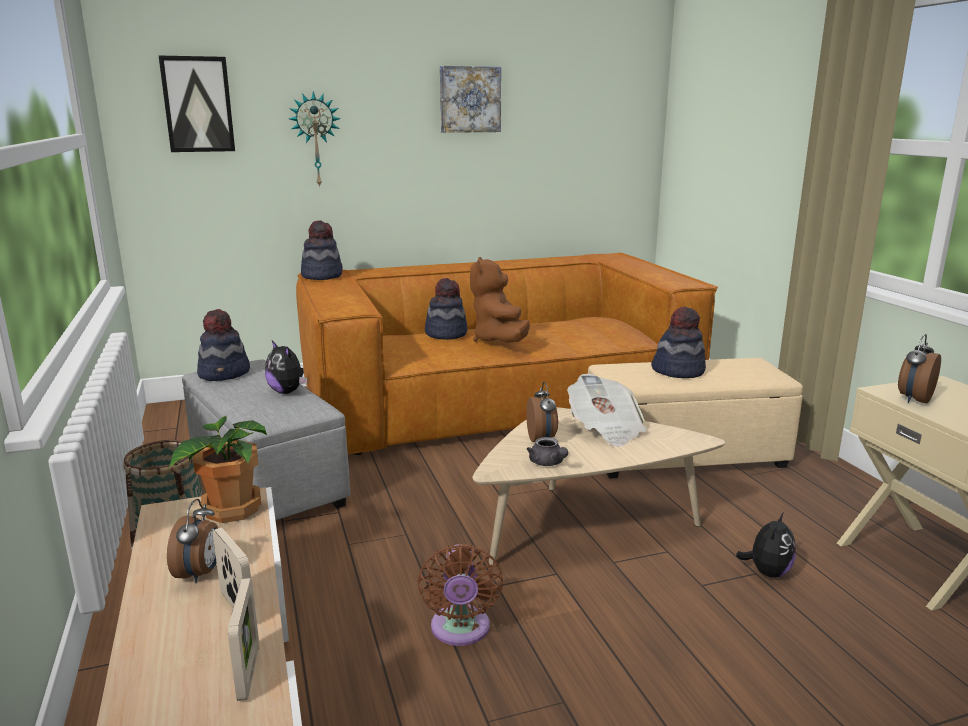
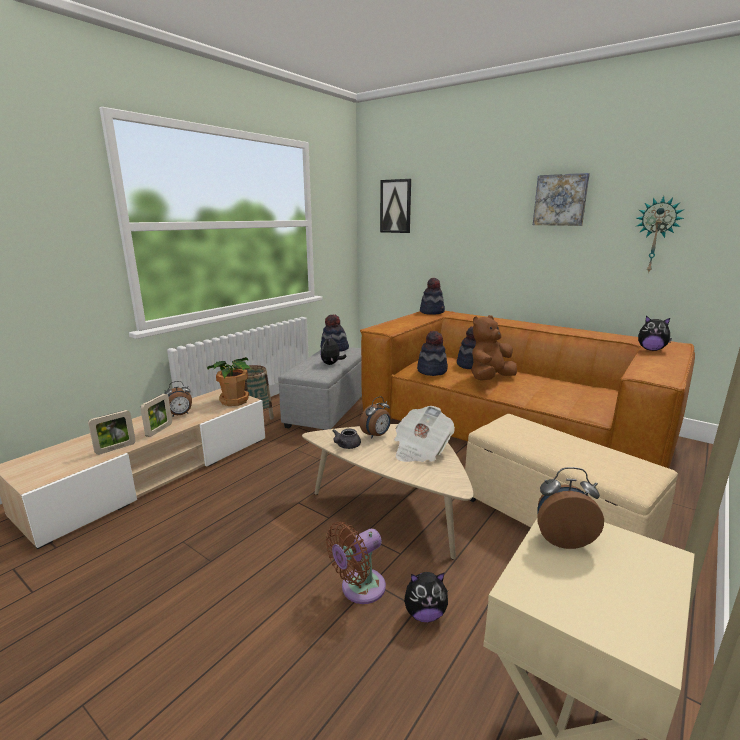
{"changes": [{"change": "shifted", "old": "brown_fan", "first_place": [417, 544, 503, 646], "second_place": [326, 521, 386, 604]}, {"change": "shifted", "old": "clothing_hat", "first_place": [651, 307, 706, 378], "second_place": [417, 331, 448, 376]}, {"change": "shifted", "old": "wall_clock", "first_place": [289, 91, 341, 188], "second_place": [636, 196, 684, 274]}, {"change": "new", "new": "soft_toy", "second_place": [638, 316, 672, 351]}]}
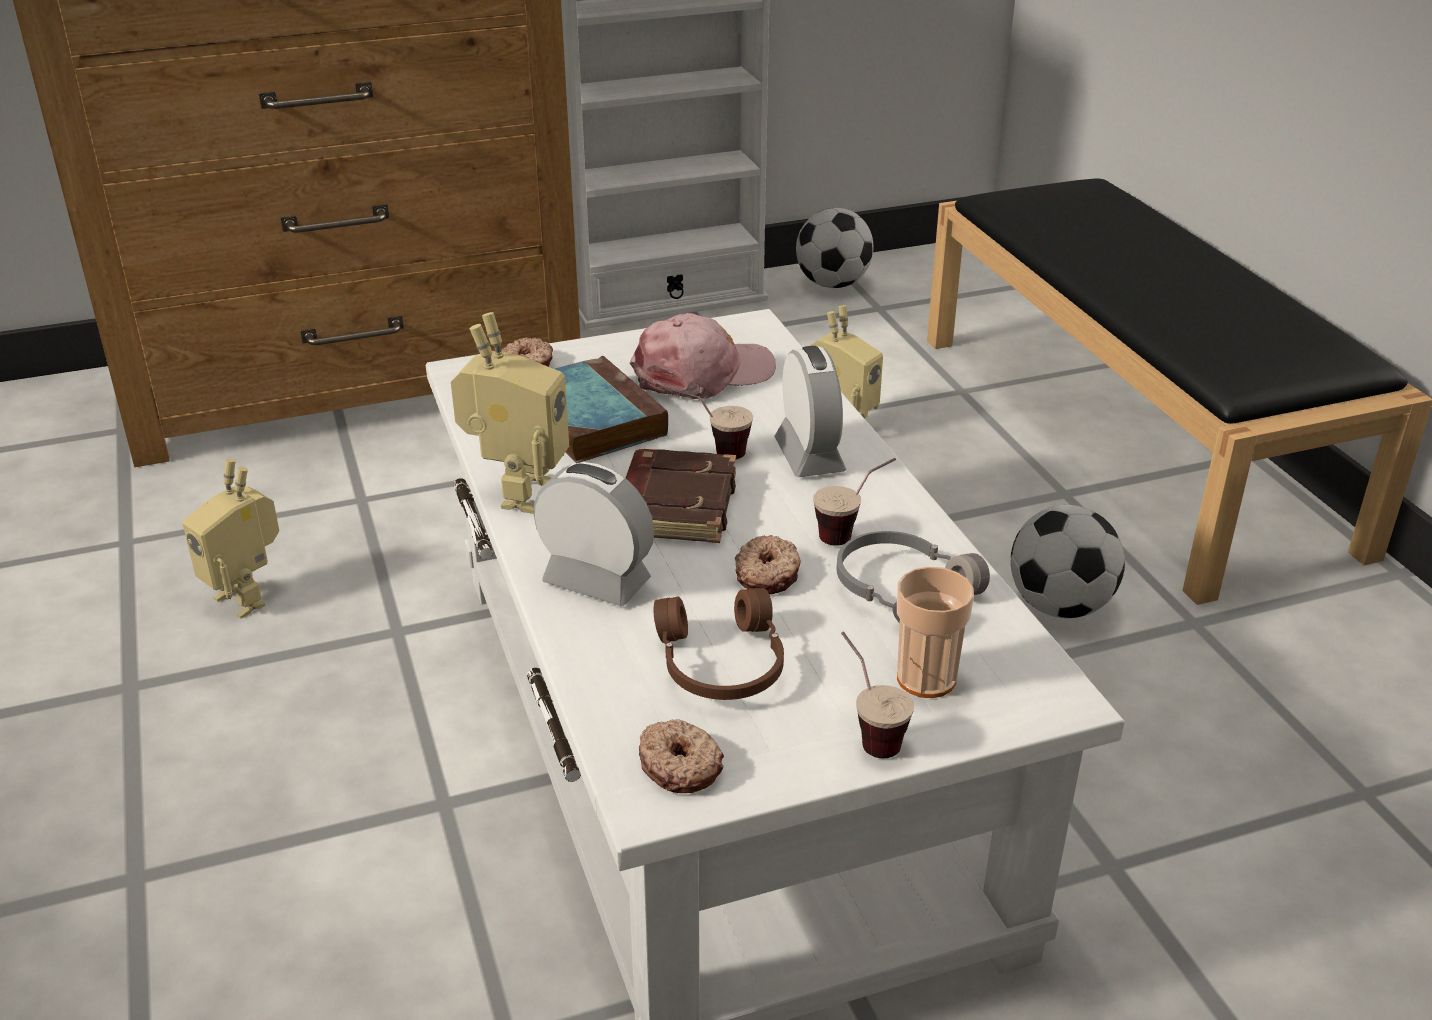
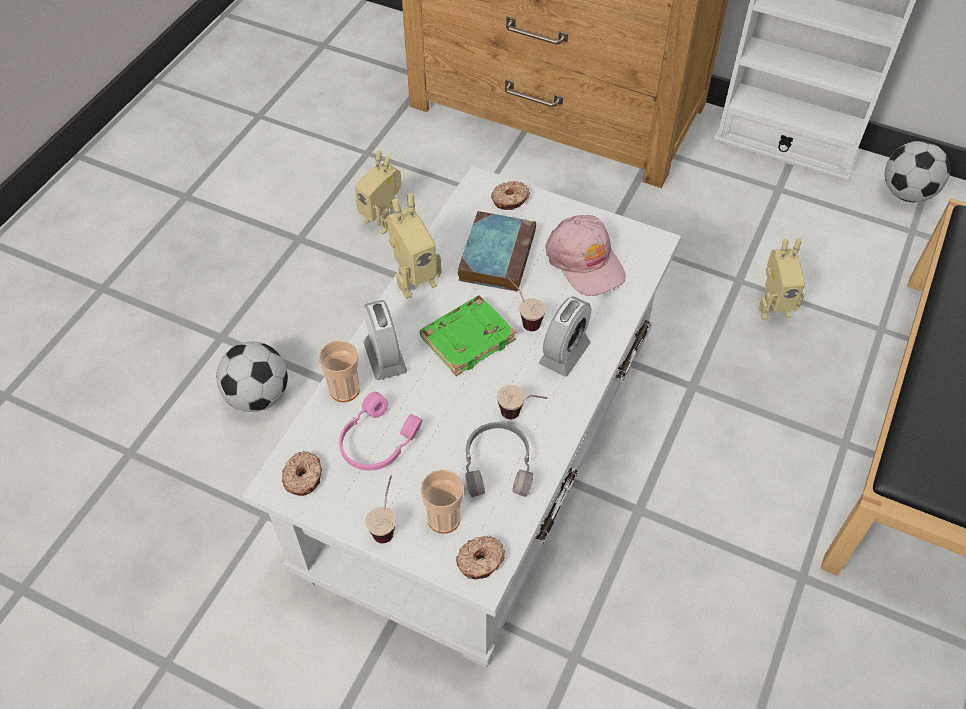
{"changes": [{"change": "shifted", "old": "football_ball", "first_place": [1011, 505, 1125, 618], "second_place": [216, 341, 288, 412]}, {"change": "new", "new": "cup", "second_place": [319, 340, 360, 402]}, {"change": "repainted", "old": "brown_headphones", "new": "pinkish_headphones", "first_place": [654, 588, 784, 700], "second_place": [339, 392, 423, 471]}, {"change": "rotated", "old": "robot_figure", "first_place": [183, 459, 279, 618], "second_place": [355, 150, 402, 234], "degrees": -45}, {"change": "repainted", "old": "brown_bound_book", "new": "green_bound_book", "first_place": [626, 449, 736, 543], "second_place": [420, 295, 516, 376]}, {"change": "shifted", "old": "donut", "first_place": [735, 535, 801, 595], "second_place": [456, 536, 505, 579]}, {"change": "rotated", "old": "pinkish_baseball_cap", "first_place": [630, 313, 776, 399], "second_place": [545, 215, 626, 296], "degrees": 45}]}
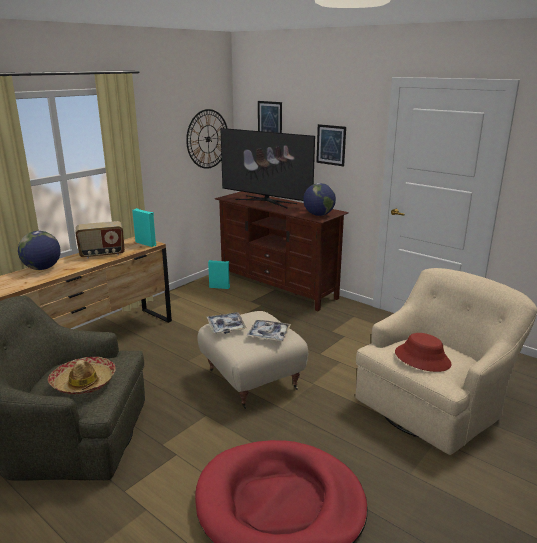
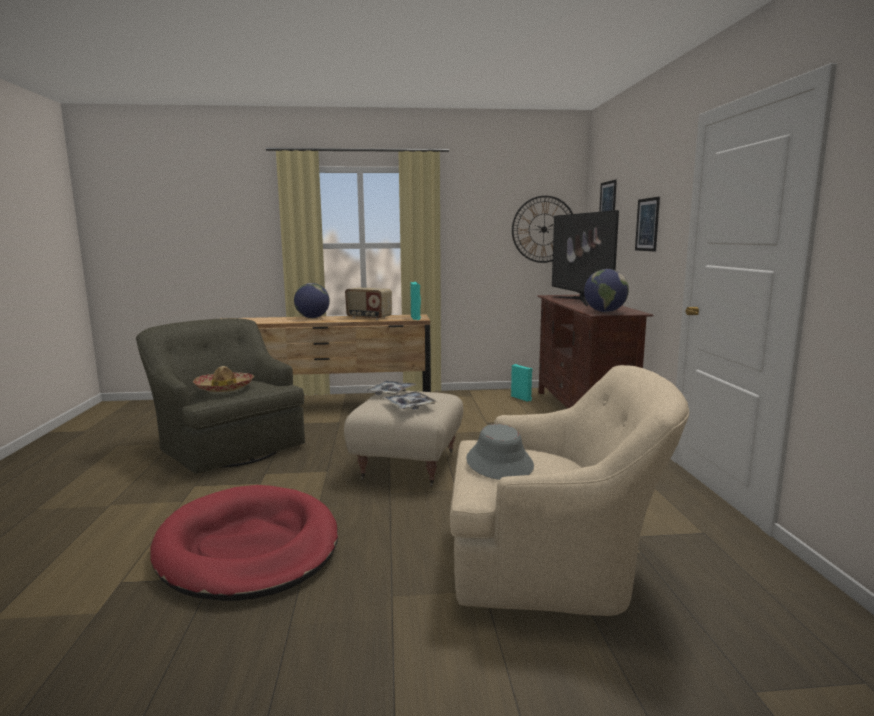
{"changes": [{"change": "repainted", "old": "reddish_clothing_hat", "new": "gray_clothing_hat", "first_place": [395, 333, 452, 372], "second_place": [466, 424, 534, 480]}]}
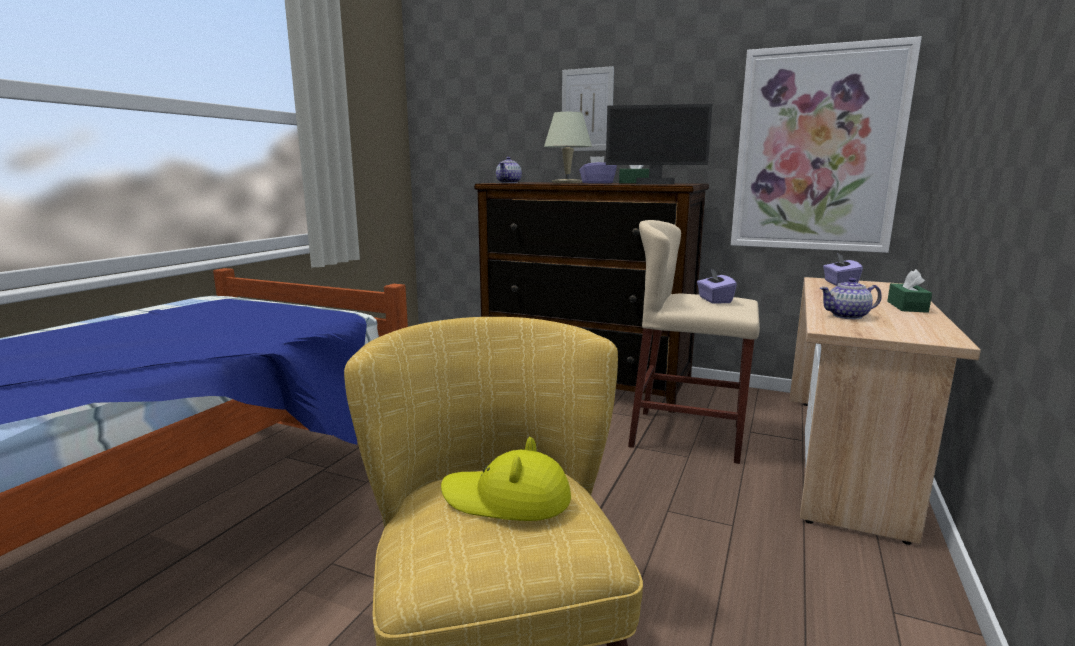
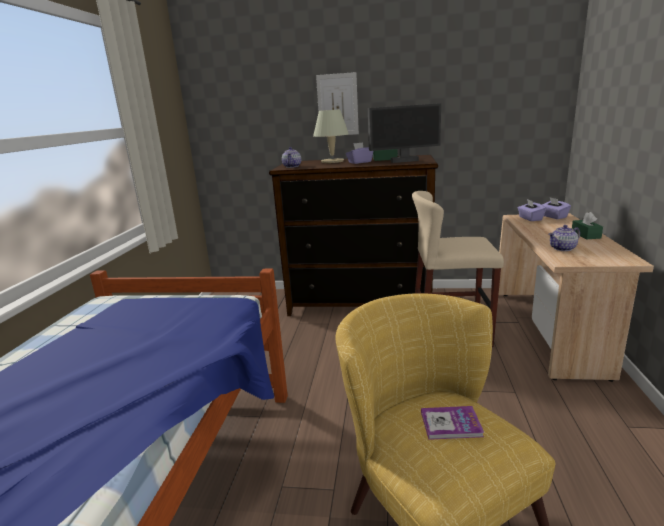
{"changes": [{"change": "swapped", "old": "yellow-coloured_clothing_hat", "new": "bound_book", "first_place": [441, 437, 571, 521], "second_place": [421, 406, 484, 440]}, {"change": "shifted", "old": "purplish_box_of_tissues", "first_place": [697, 268, 737, 304], "second_place": [542, 197, 571, 219]}, {"change": "gone", "old": "wall_art", "first_place": [731, 36, 922, 253]}]}
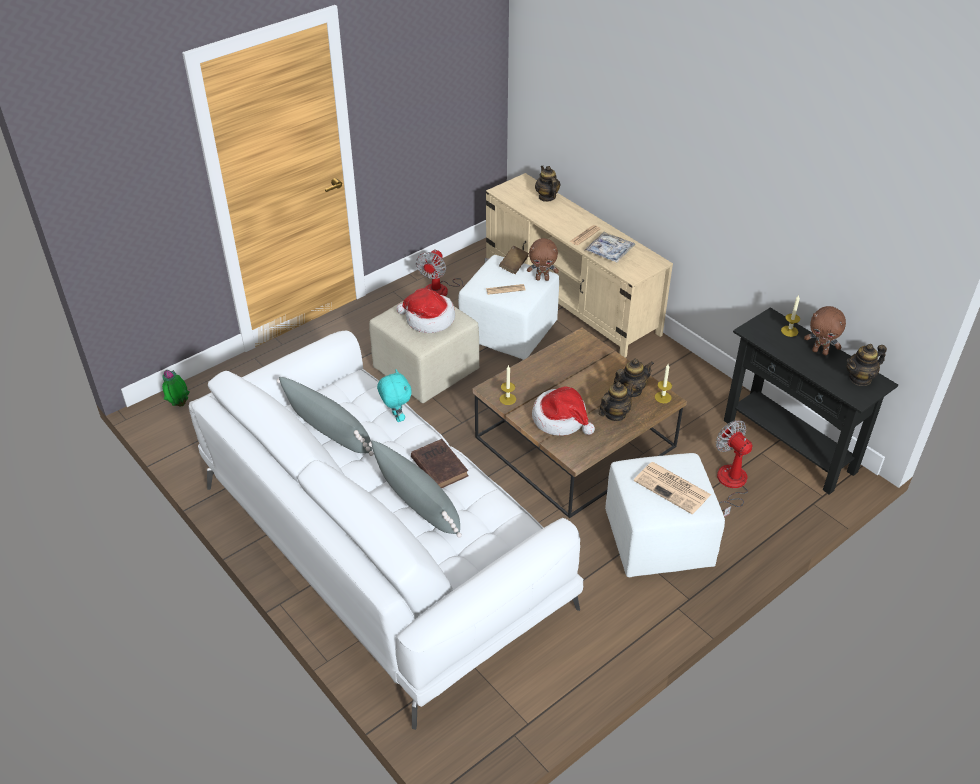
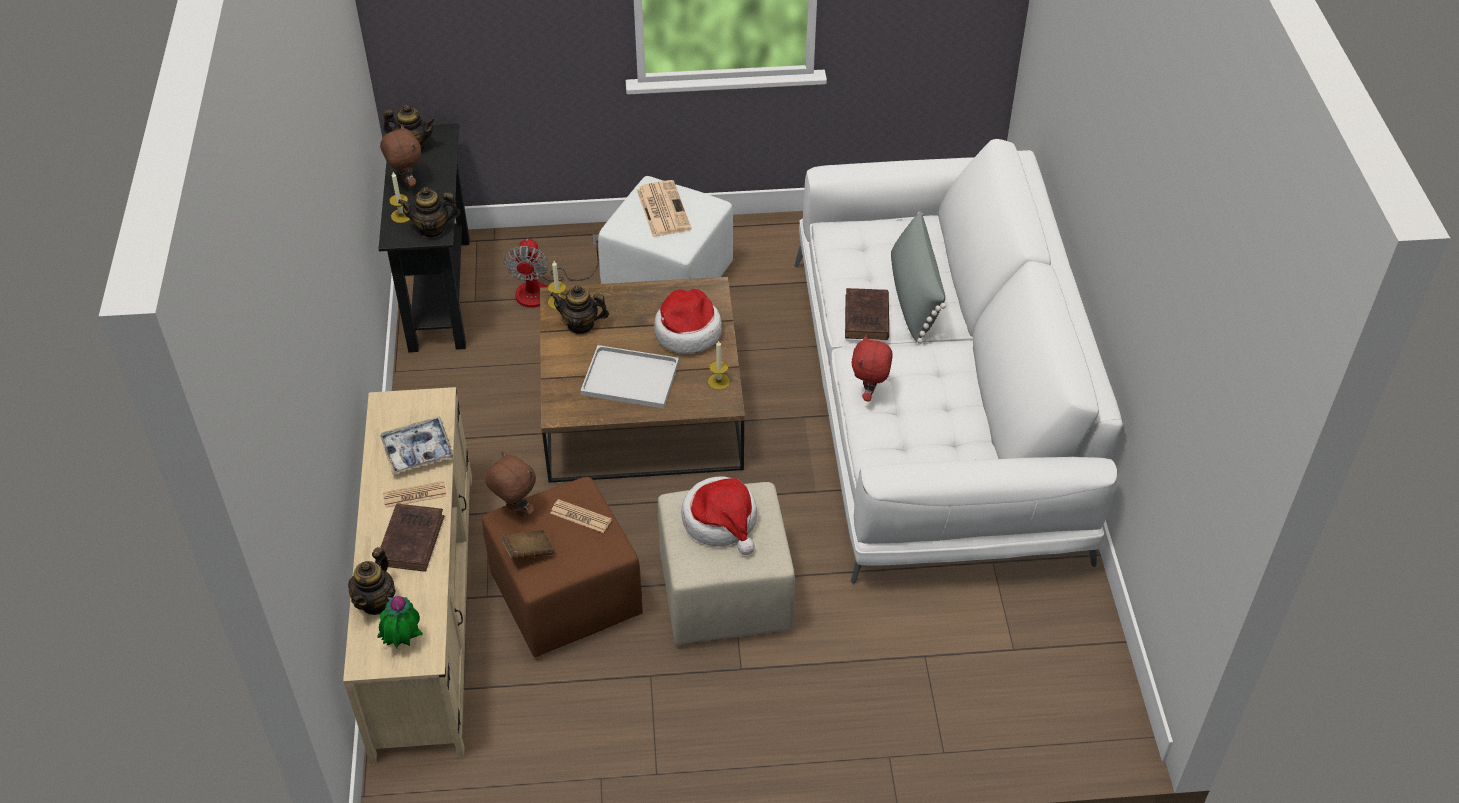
{"changes": [{"change": "shifted", "old": "plant_in_a_pot", "first_place": [162, 370, 189, 407], "second_place": [377, 596, 423, 648]}, {"change": "new", "new": "brown_bound_book", "second_place": [380, 503, 444, 572]}, {"change": "shifted", "old": "pot_for_tea", "first_place": [599, 381, 635, 421], "second_place": [398, 187, 460, 238]}, {"change": "repainted", "old": "white-coloured_footrest", "new": "brown_footrest", "first_place": [458, 255, 559, 360], "second_place": [482, 477, 643, 657]}, {"change": "new", "new": "white-coloured_serving_tray", "second_place": [580, 345, 679, 408]}, {"change": "repainted", "old": "turquoise-coloured_soft_toy", "new": "reddish_soft_toy", "first_place": [377, 370, 412, 422], "second_place": [851, 335, 893, 402]}, {"change": "gone", "old": "gray_throw_pillow", "first_place": [277, 377, 374, 456]}, {"change": "gone", "old": "fan", "first_place": [416, 249, 489, 296]}]}
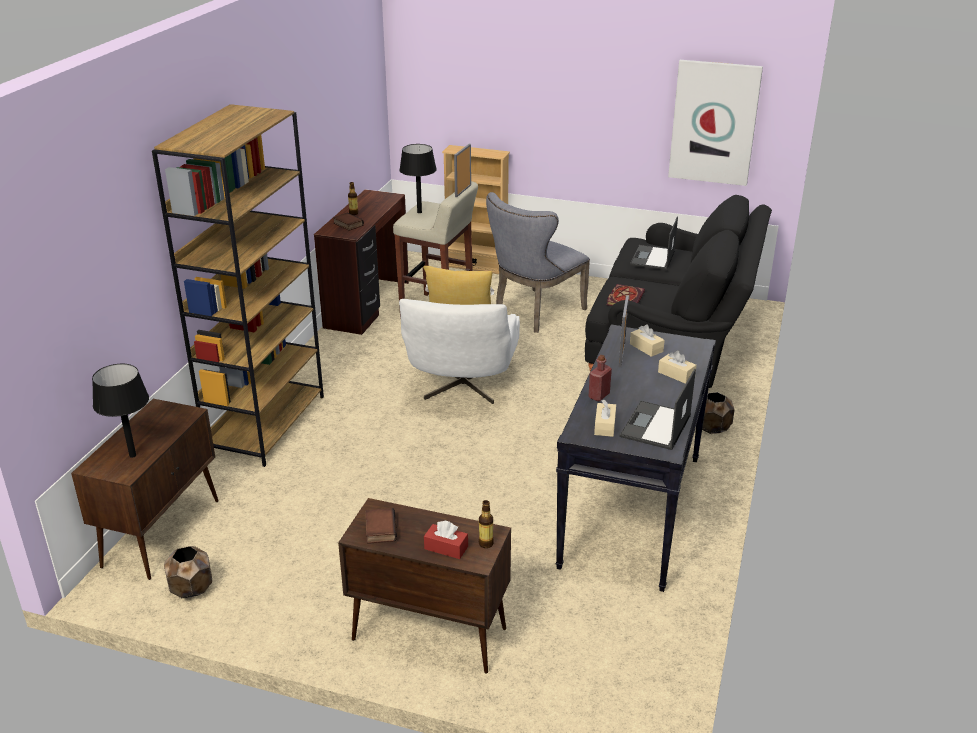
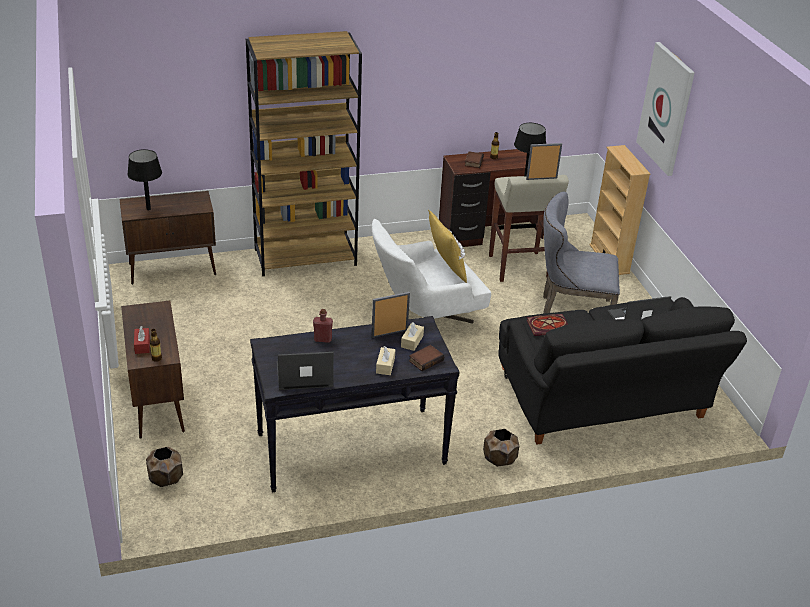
{"changes": [{"change": "shifted", "old": "brown_flower_pot", "first_place": [164, 546, 212, 598], "second_place": [146, 447, 183, 487]}, {"change": "shifted", "old": "bound_book", "first_place": [365, 508, 397, 544], "second_place": [409, 345, 444, 371]}, {"change": "shifted", "old": "wall_art", "first_place": [668, 60, 763, 186], "second_place": [636, 42, 695, 176]}, {"change": "gone", "old": "sand-coloured_box_of_tissues", "first_place": [594, 400, 616, 437]}]}
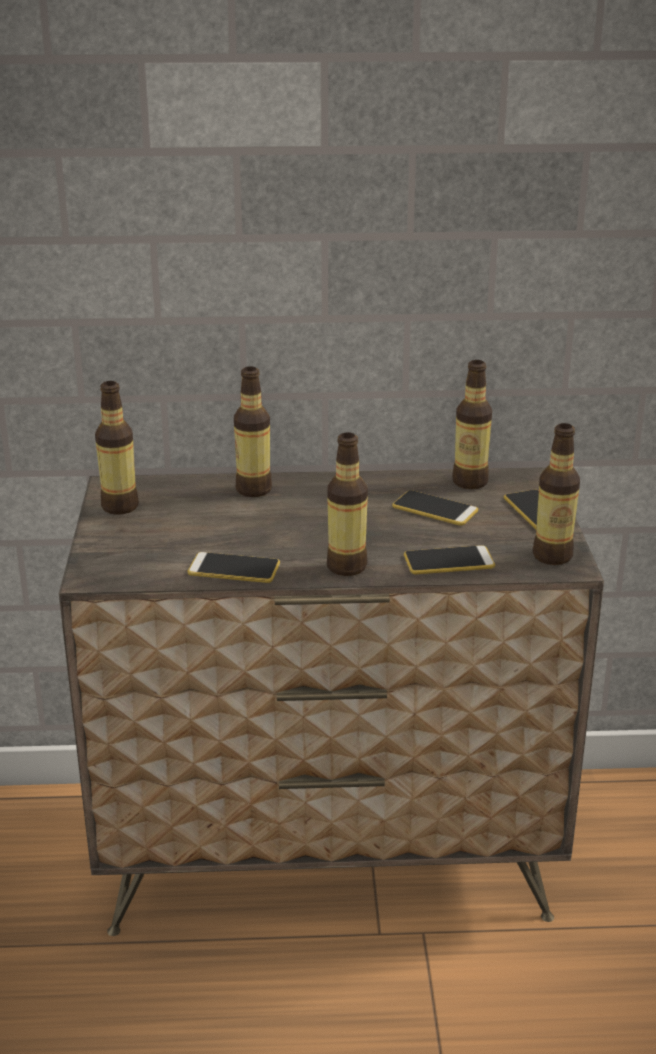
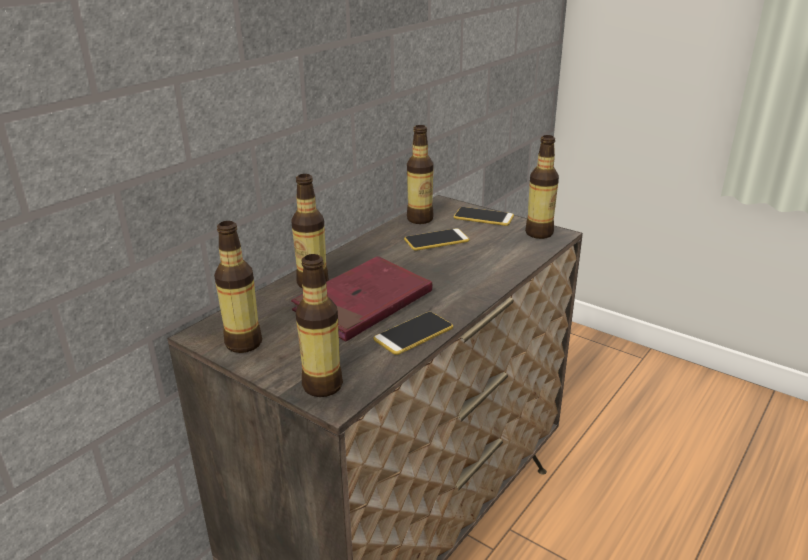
{"changes": [{"change": "new", "new": "reddish_bound_book", "second_place": [291, 256, 432, 341]}, {"change": "shifted", "old": "beverage_bottle", "first_place": [327, 432, 368, 576], "second_place": [296, 254, 343, 397]}, {"change": "gone", "old": "telephone", "first_place": [404, 545, 495, 574]}]}
